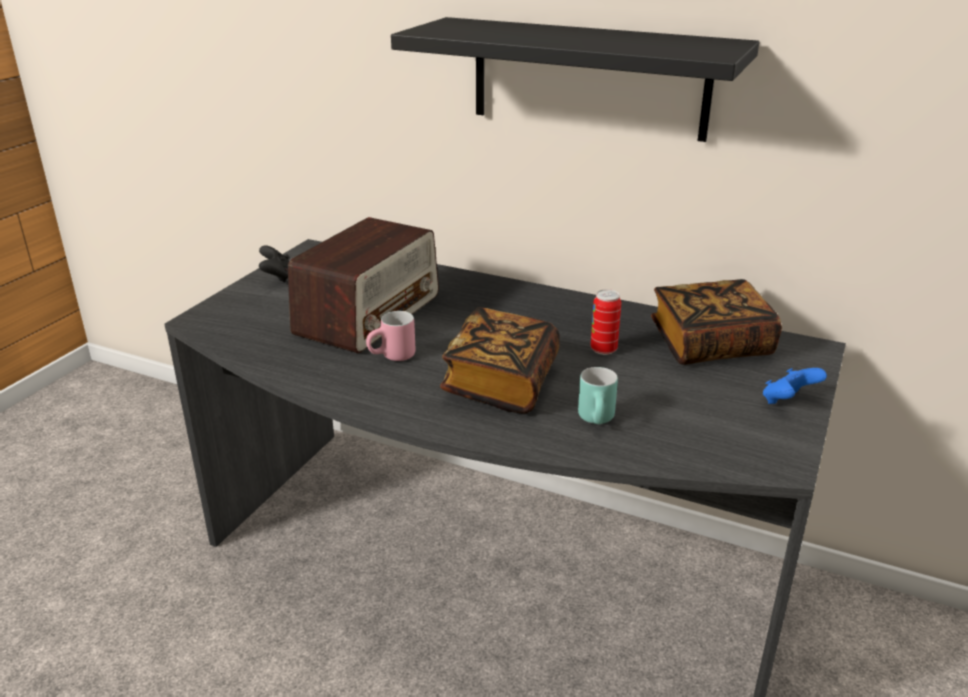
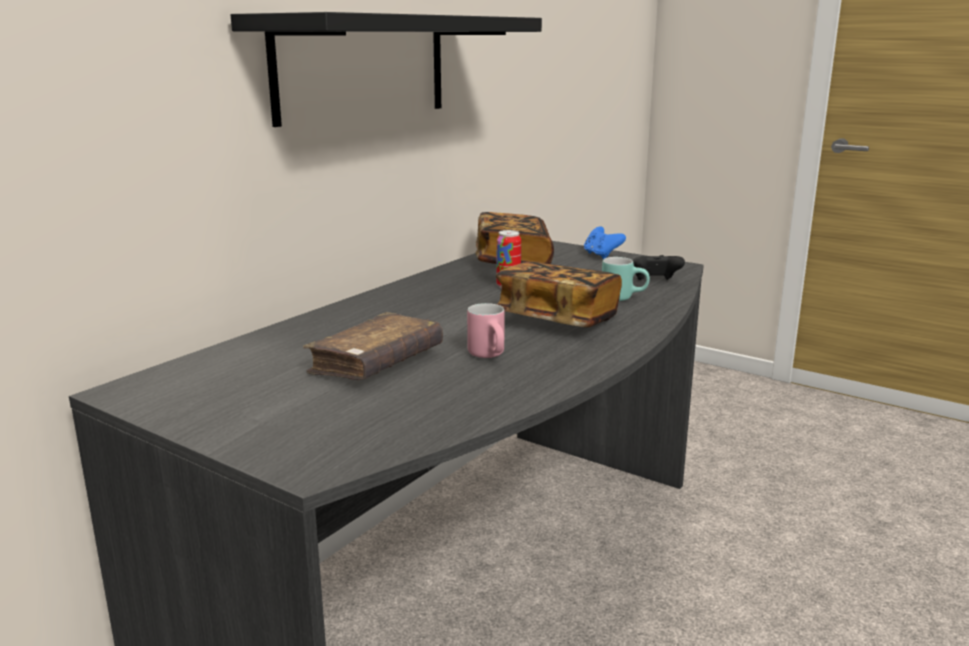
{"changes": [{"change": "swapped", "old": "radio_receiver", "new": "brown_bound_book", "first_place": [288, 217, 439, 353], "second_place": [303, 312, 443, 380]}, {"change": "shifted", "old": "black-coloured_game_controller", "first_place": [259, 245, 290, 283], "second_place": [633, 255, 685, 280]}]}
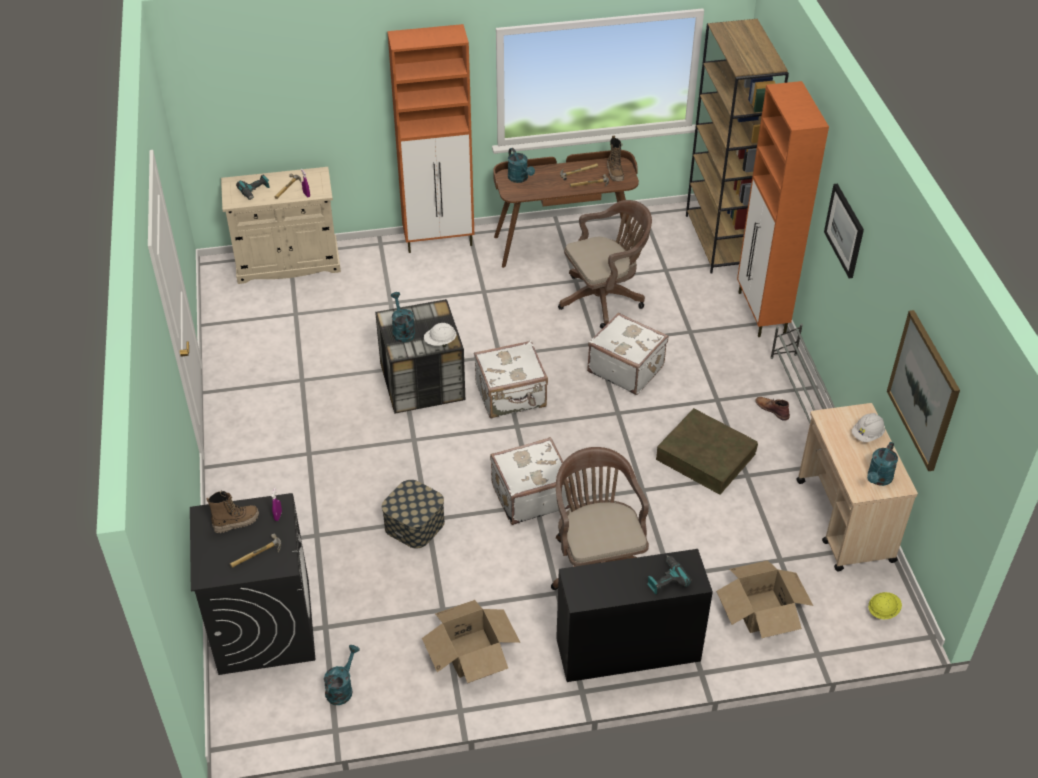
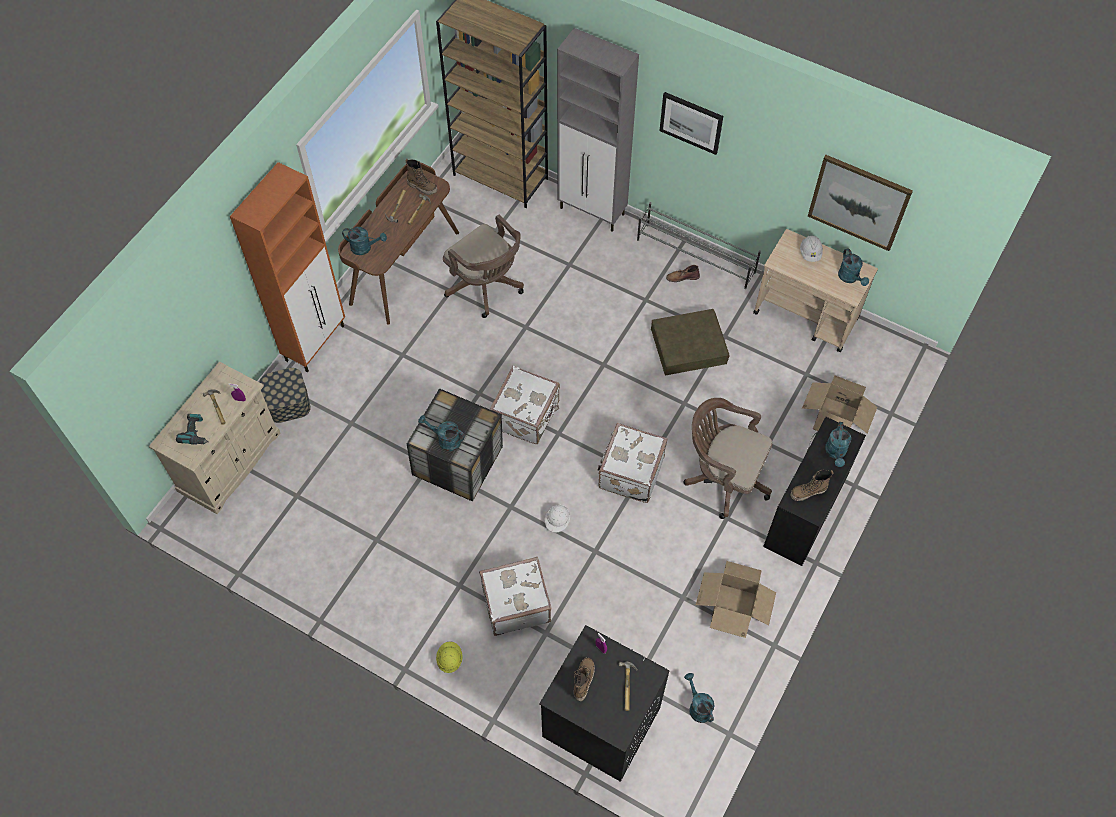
{"changes": [{"change": "shifted", "old": "storage_container", "first_place": [382, 480, 445, 548], "second_place": [259, 368, 310, 423]}, {"change": "shifted", "old": "yellow-coloured_hard_hat", "first_place": [868, 592, 902, 619], "second_place": [436, 642, 462, 673]}, {"change": "rotated", "old": "brown_computer_chair", "first_place": [558, 200, 652, 329], "second_place": [443, 215, 524, 318], "degrees": 120}, {"change": "shifted", "old": "white-coloured_travel_case", "first_place": [587, 313, 668, 395], "second_place": [479, 557, 552, 636]}, {"change": "shifted", "old": "white-coloured_hard_hat", "first_place": [424, 323, 457, 347], "second_place": [545, 505, 570, 533]}, {"change": "repainted", "old": "orange_cabinet", "new": "gray_cabinet", "first_place": [737, 81, 829, 337], "second_place": [557, 28, 639, 232]}, {"change": "new", "new": "tall_boot", "second_place": [790, 470, 834, 501]}, {"change": "swapped", "old": "power_drill", "new": "turquoise-coloured_watering_can", "first_place": [647, 555, 692, 595], "second_place": [825, 422, 851, 467]}]}
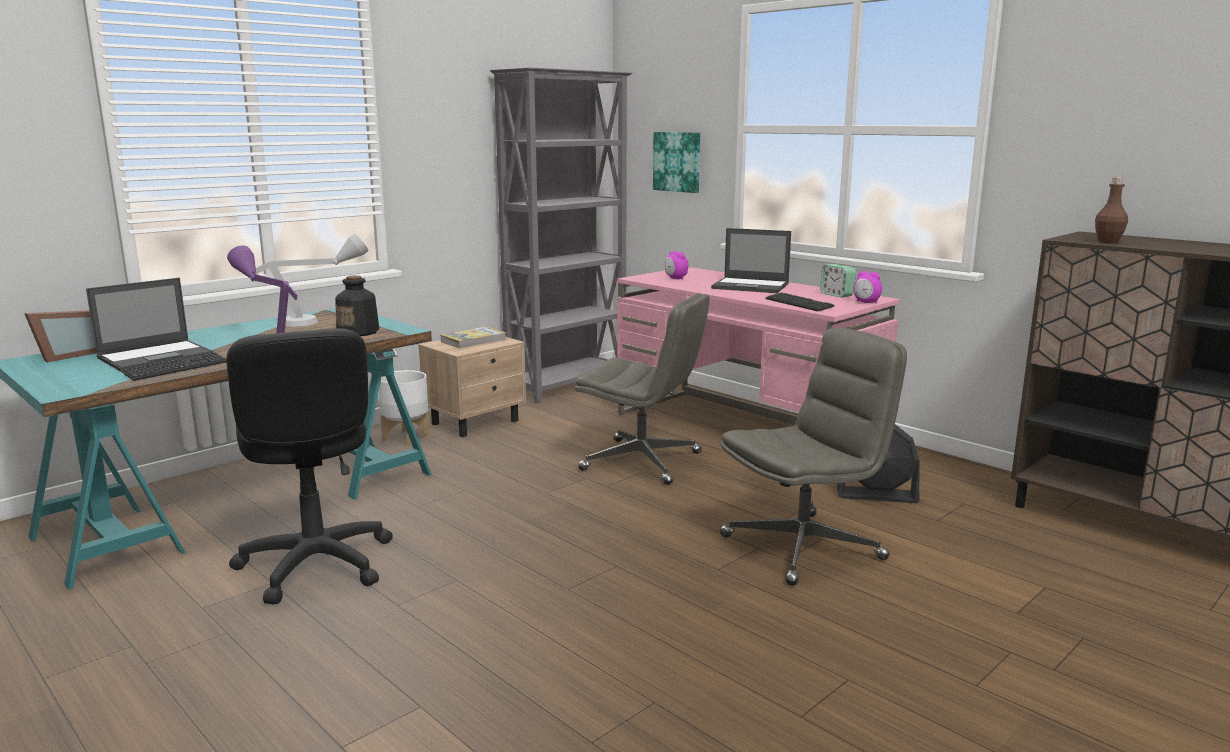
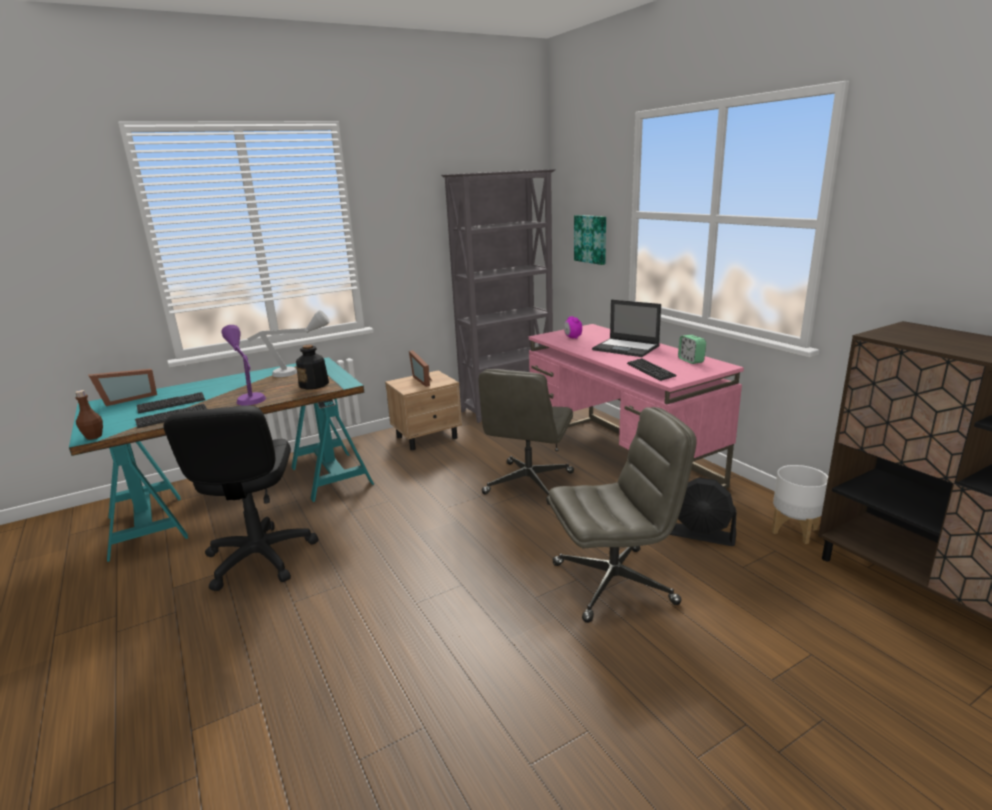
{"changes": [{"change": "shifted", "old": "brown_beverage_bottle", "first_place": [1095, 177, 1128, 243], "second_place": [75, 390, 103, 440]}, {"change": "swapped", "old": "notebook_computer", "new": "keyboard", "first_place": [86, 278, 214, 372], "second_place": [137, 392, 205, 413]}, {"change": "swapped", "old": "bound_book", "new": "standing_frame", "first_place": [441, 327, 506, 349], "second_place": [409, 350, 432, 387]}, {"change": "rotated", "old": "gray_computer_chair", "first_place": [575, 293, 710, 485], "second_place": [479, 369, 574, 505], "degrees": 75}, {"change": "shifted", "old": "white-coloured_flower_pot", "first_place": [379, 370, 430, 446], "second_place": [772, 465, 828, 544]}, {"change": "gone", "old": "alarm_clock", "first_place": [853, 271, 882, 303]}]}
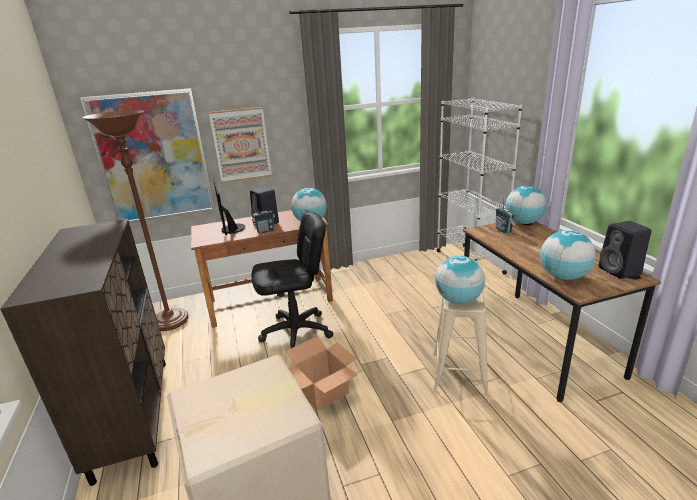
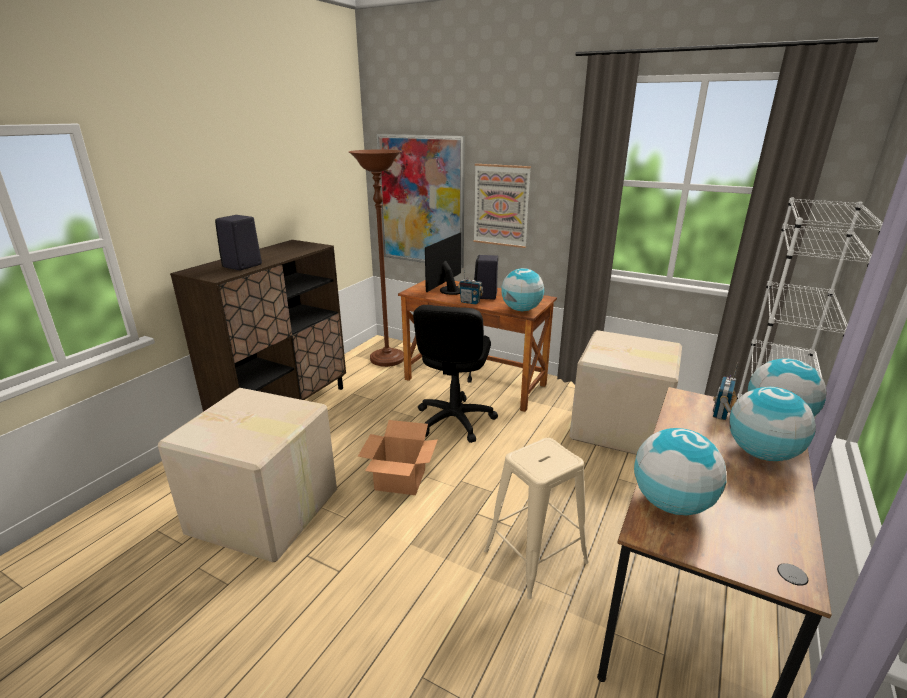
{"changes": [{"change": "shifted", "old": "black-coloured_audio_speaker", "first_place": [599, 221, 652, 279], "second_place": [215, 215, 262, 271]}, {"change": "rotated", "old": "black-coloured_computer_chair", "first_place": [251, 212, 333, 349], "second_place": [413, 305, 498, 443], "degrees": 75}, {"change": "new", "new": "packing_box", "second_place": [569, 330, 682, 455]}, {"change": "shifted", "old": "desk_globe", "first_place": [435, 256, 485, 304], "second_place": [729, 387, 816, 461]}]}
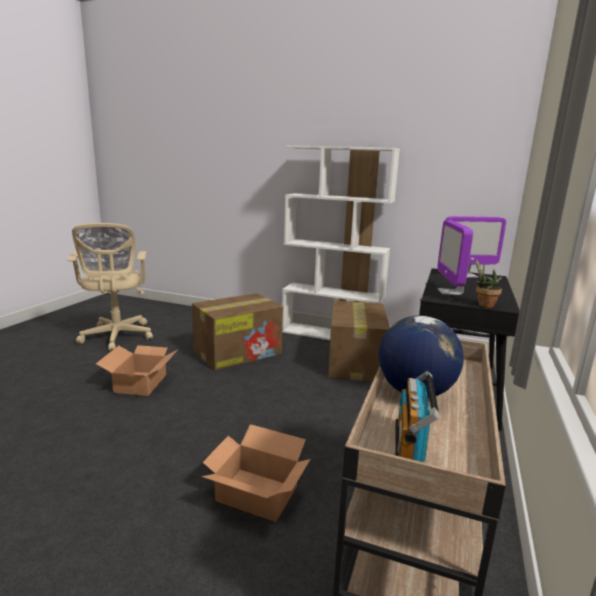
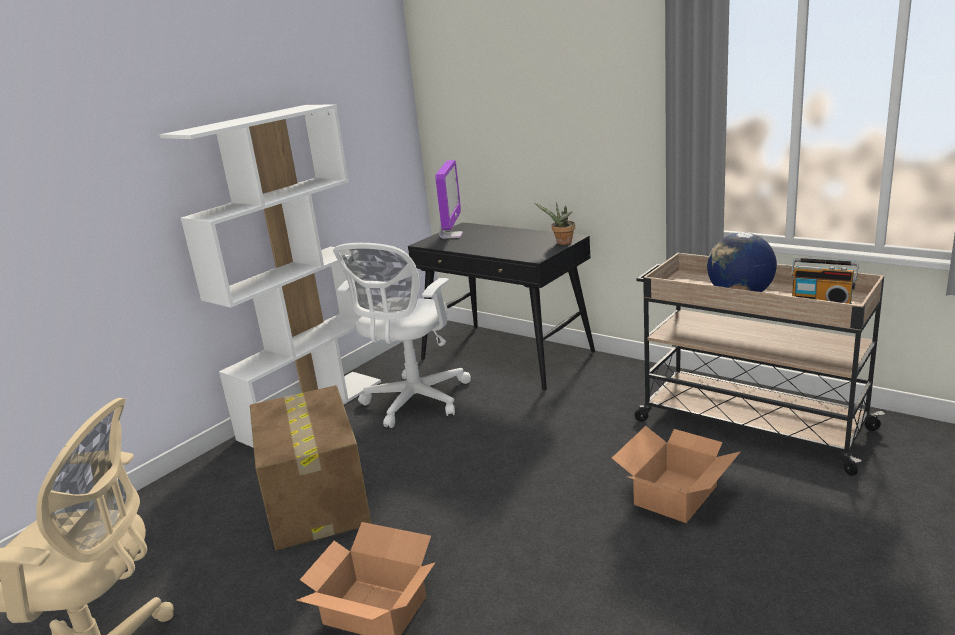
{"changes": [{"change": "swapped", "old": "packing_box", "new": "white-coloured_computer_chair", "first_place": [328, 301, 390, 381], "second_place": [333, 243, 471, 428]}, {"change": "gone", "old": "computer_screen", "first_place": [437, 220, 473, 295]}]}
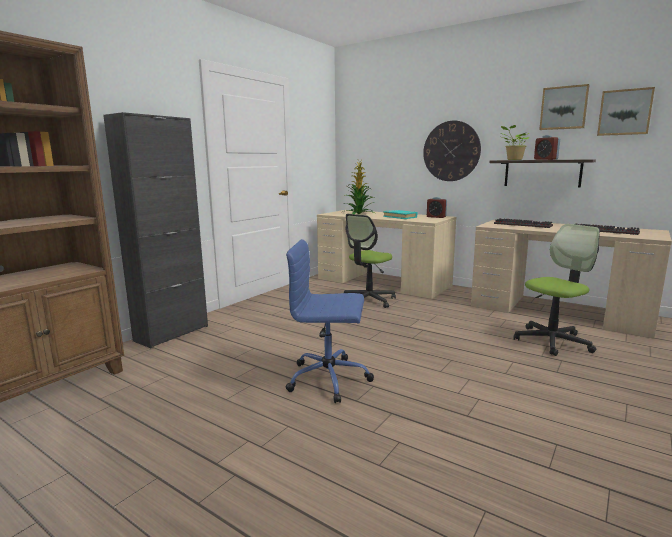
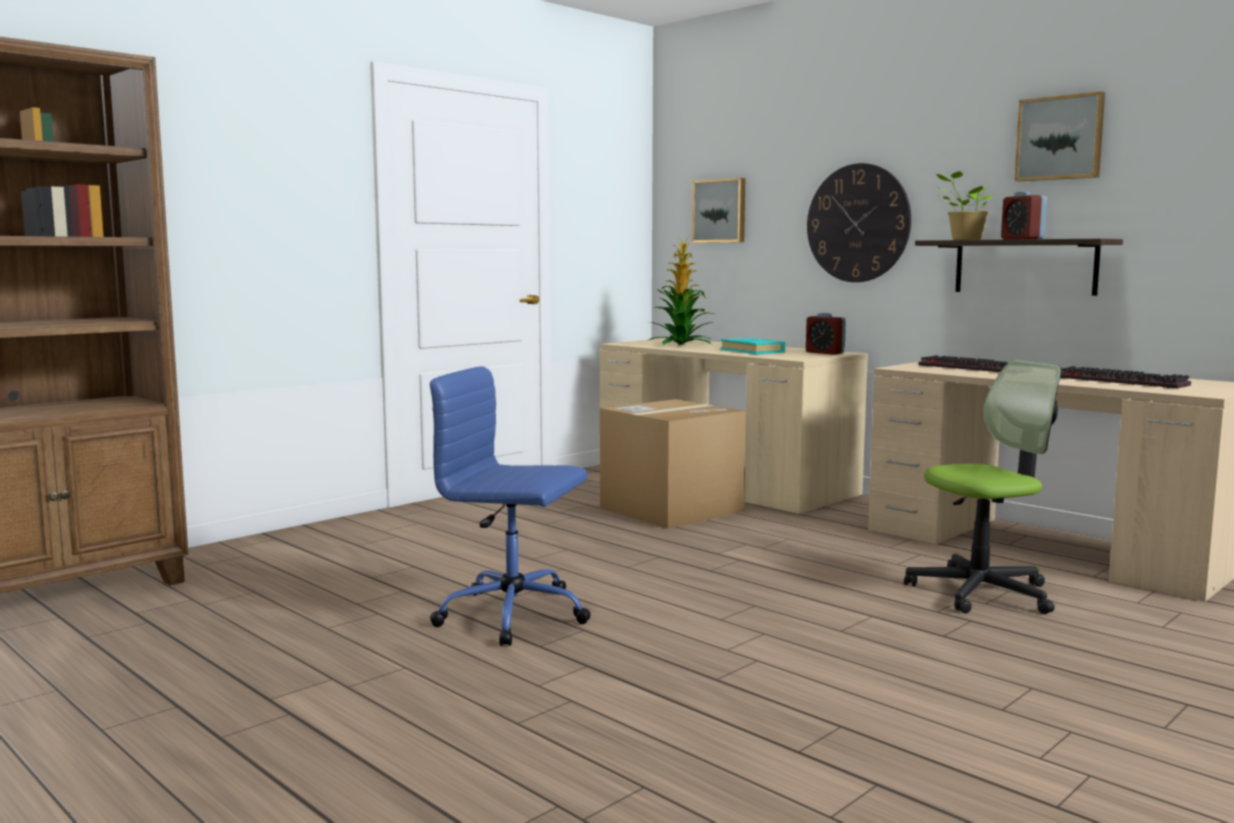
{"changes": [{"change": "swapped", "old": "computer_chair", "new": "packing_box", "first_place": [344, 214, 396, 308], "second_place": [600, 399, 746, 529]}, {"change": "shifted", "old": "wall_art", "first_place": [597, 87, 655, 136], "second_place": [692, 178, 745, 243]}, {"change": "gone", "old": "black-coloured_cabinet", "first_place": [103, 112, 208, 348]}]}
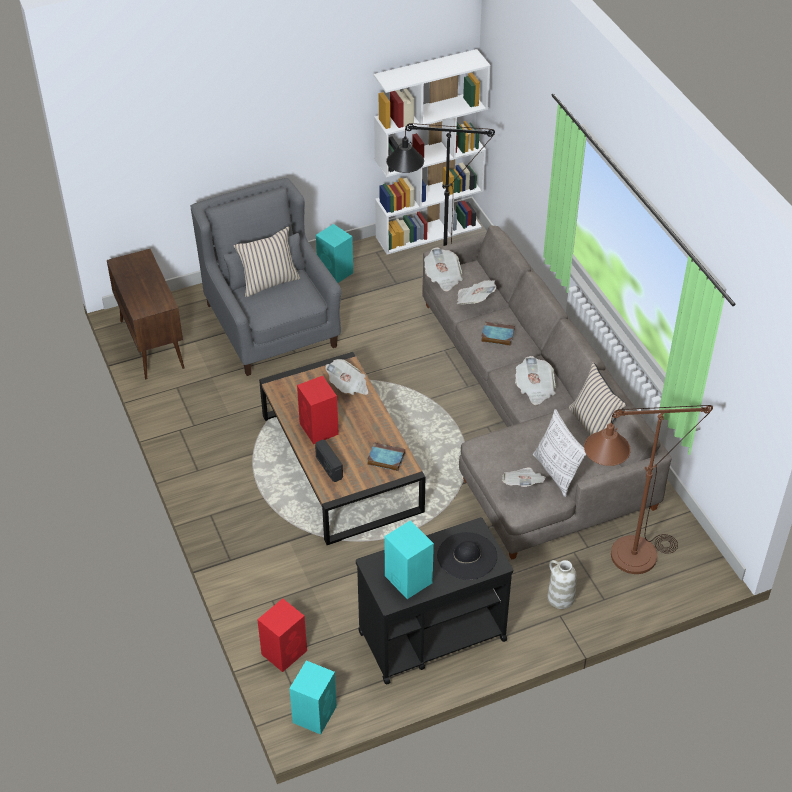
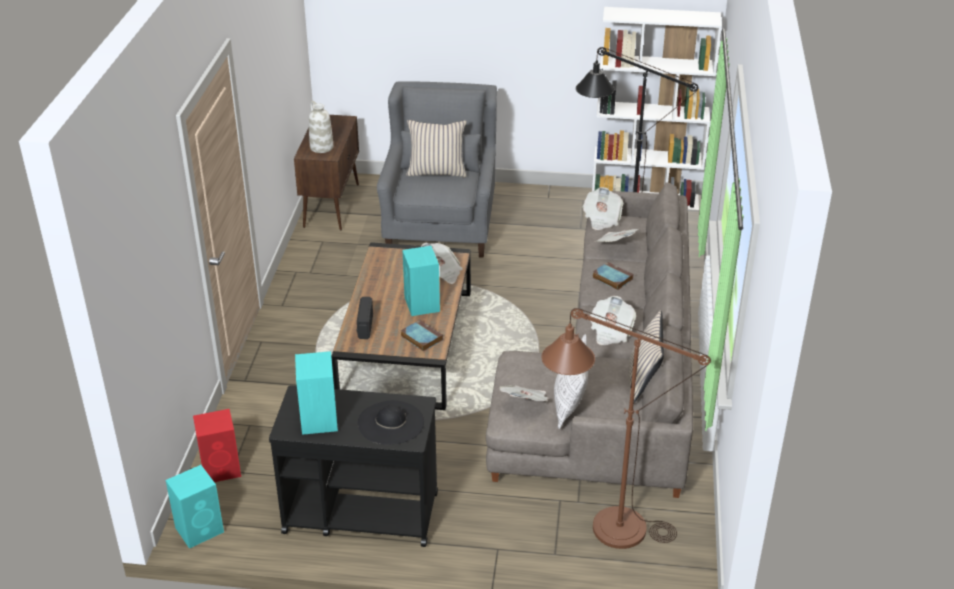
{"changes": [{"change": "shifted", "old": "white-coloured_decorative_vase", "first_place": [547, 560, 577, 609], "second_place": [309, 101, 333, 153]}, {"change": "shifted", "old": "turquoise-coloured_audio_speaker", "first_place": [316, 224, 353, 283], "second_place": [402, 246, 440, 316]}, {"change": "gone", "old": "reddish_audio_speaker", "first_place": [297, 376, 339, 444]}]}
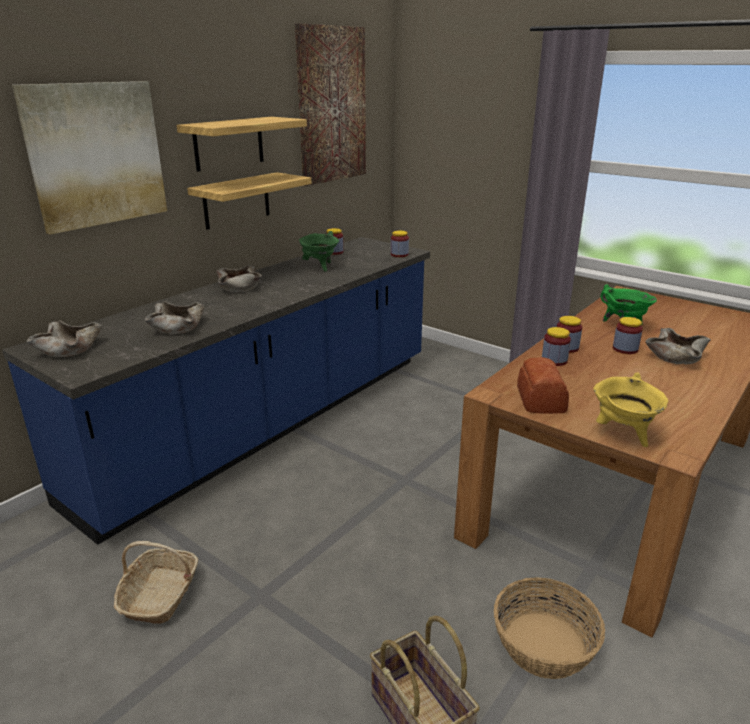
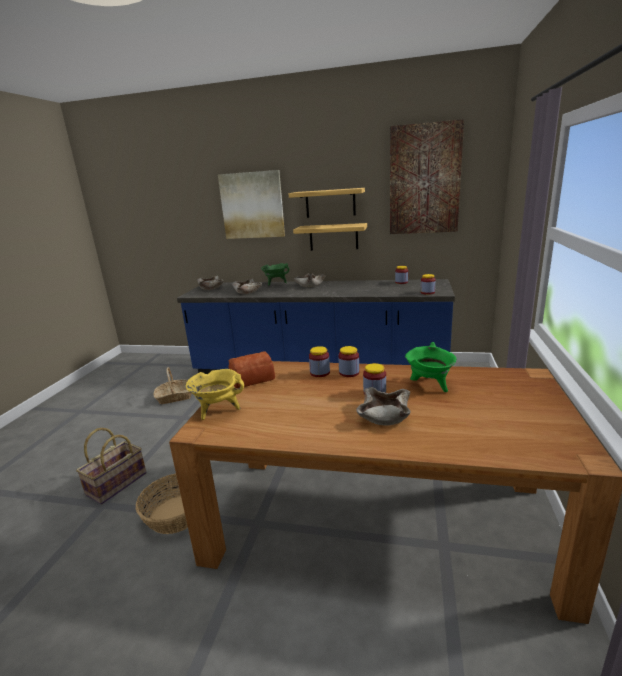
{"changes": [{"change": "shifted", "old": "green_saucepot", "first_place": [299, 231, 339, 272], "second_place": [261, 263, 289, 286]}]}
